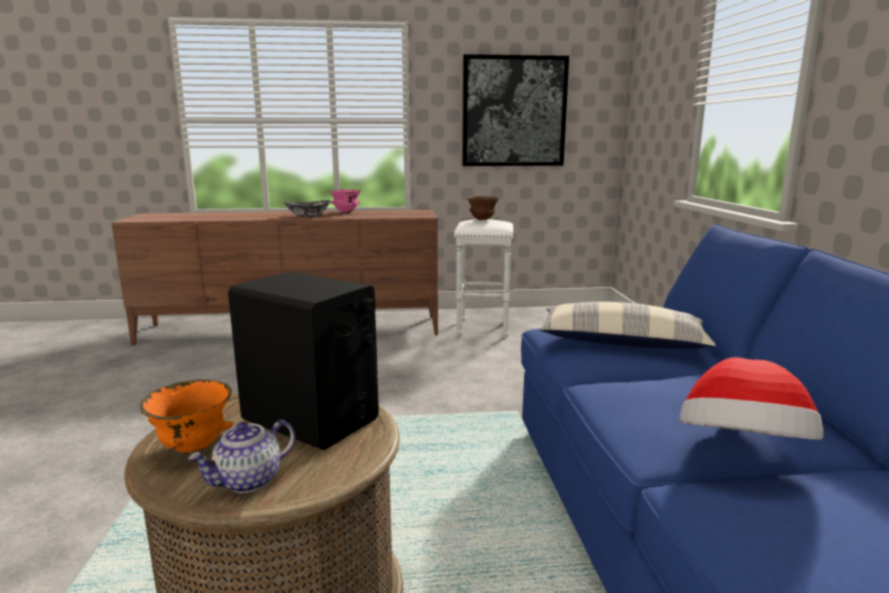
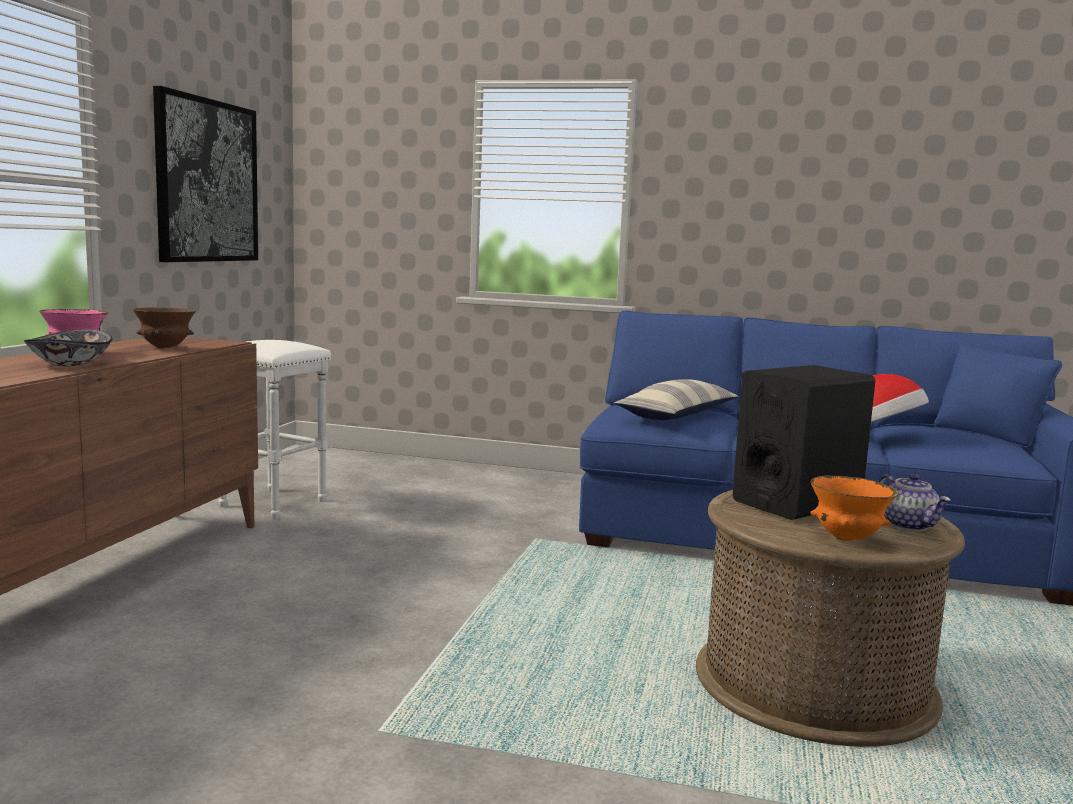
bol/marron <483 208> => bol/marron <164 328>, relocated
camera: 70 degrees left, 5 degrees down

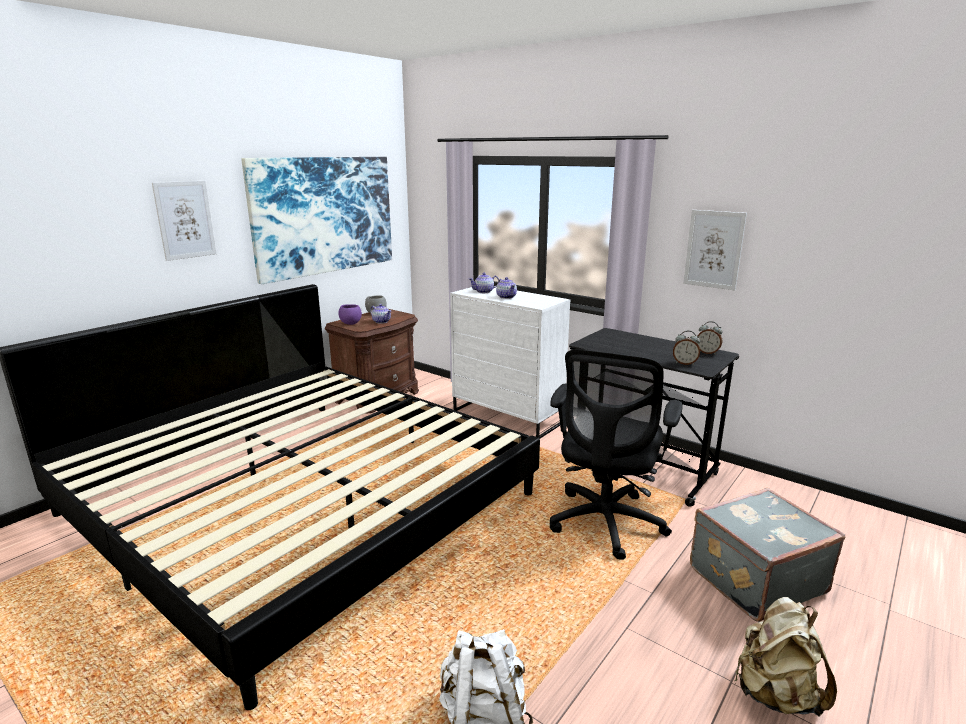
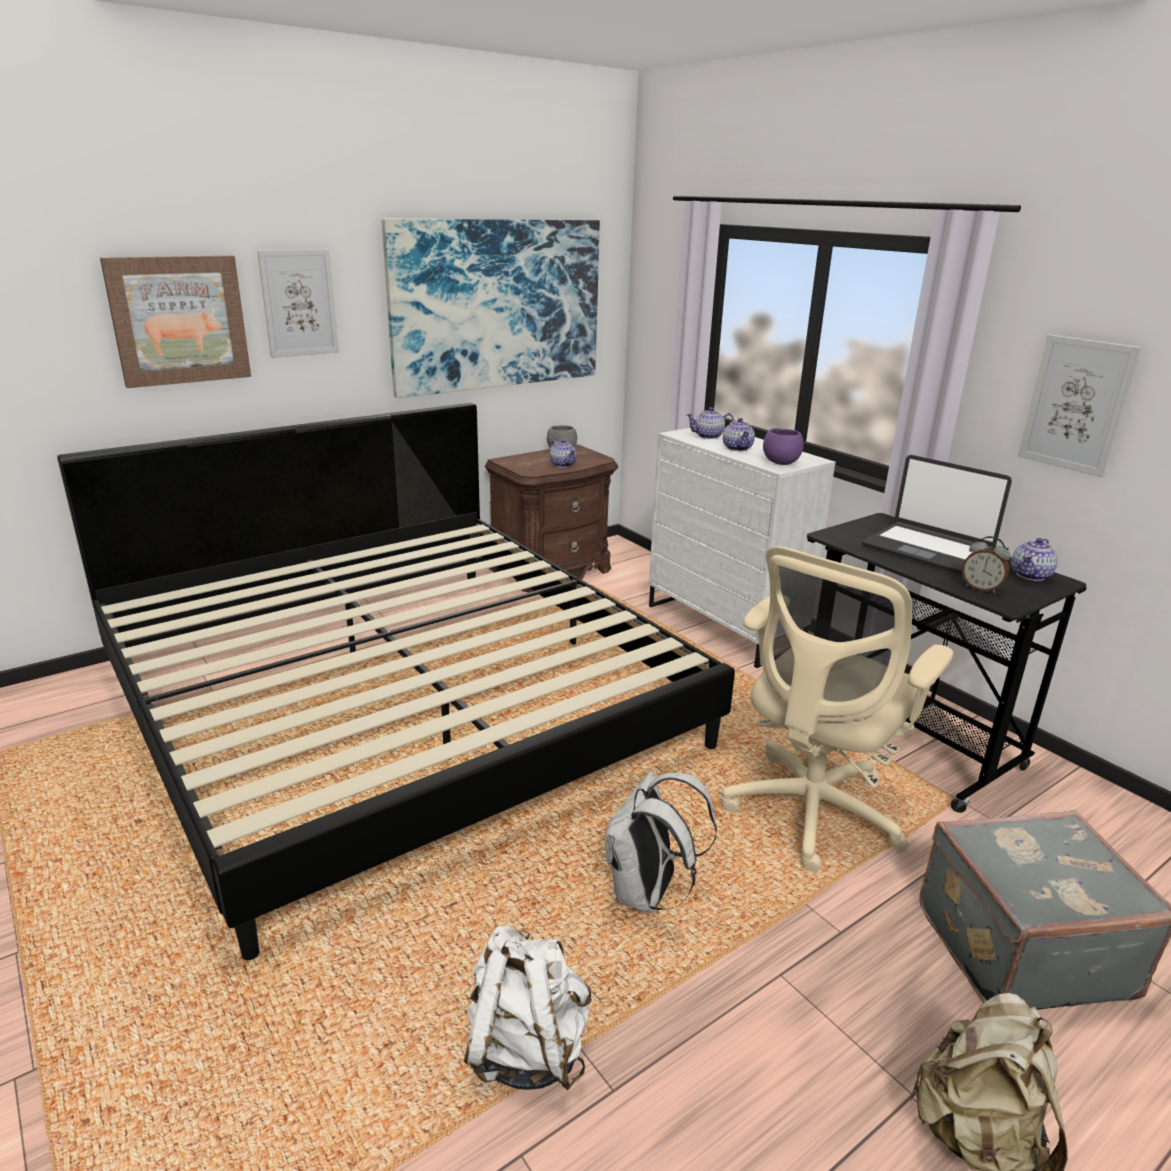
bol/violet <350 314> => bol/violet <783 446>, relocated
réveil <709 338> => théière <1034 559>
chaise de bureau/noir <616 454> => chaise de bureau/beige <837 709>
nothing => tableau <175 322>
nothing => ordinateur portable <937 514>
nothing => sac à dos/blanc <661 842>
camera: 15 degrees right, 5 degrees up

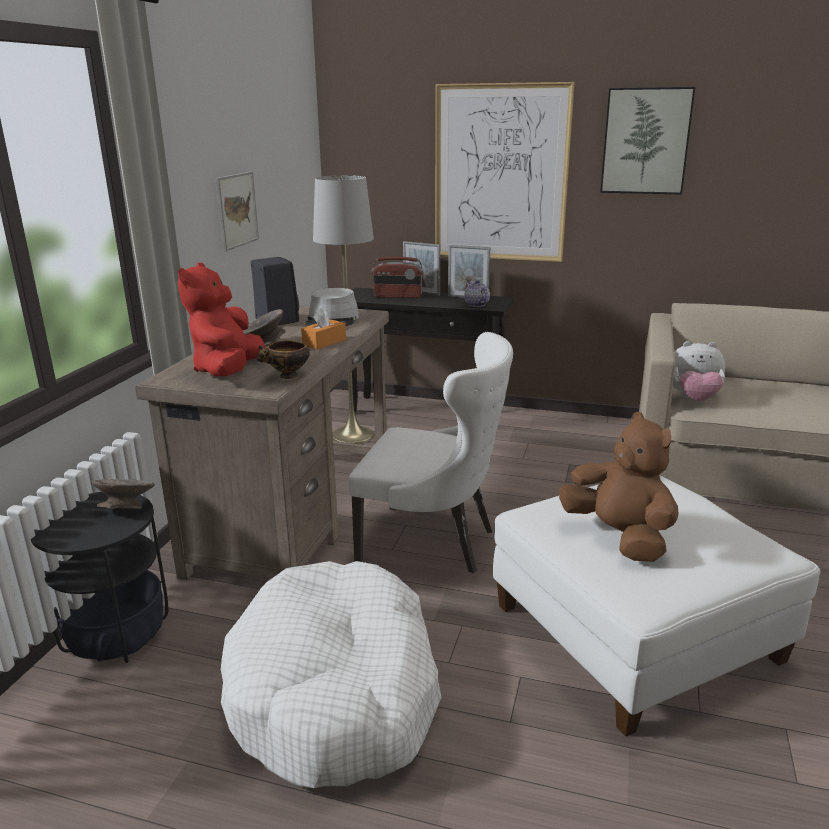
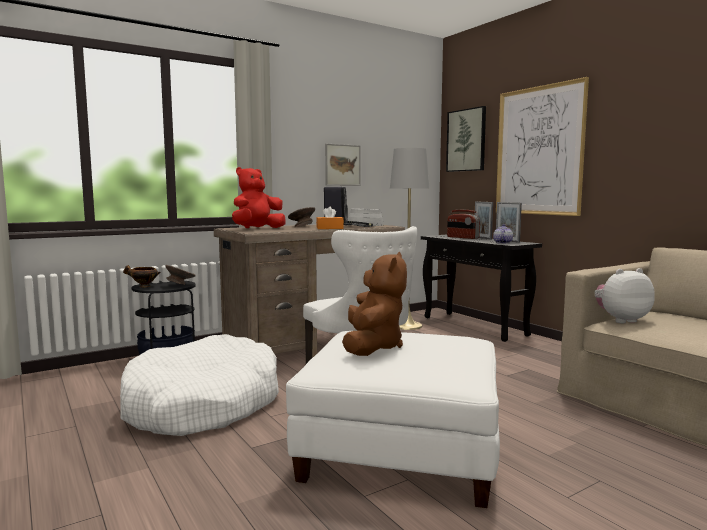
tableau <647 141> => tableau <466 139>, relocated
bol <283 360> => bol <141 276>, relocated
peluche <699 371> => peluche <625 295>, 120 degrees clockwise
camera: 40 degrees right, 15 degrees down

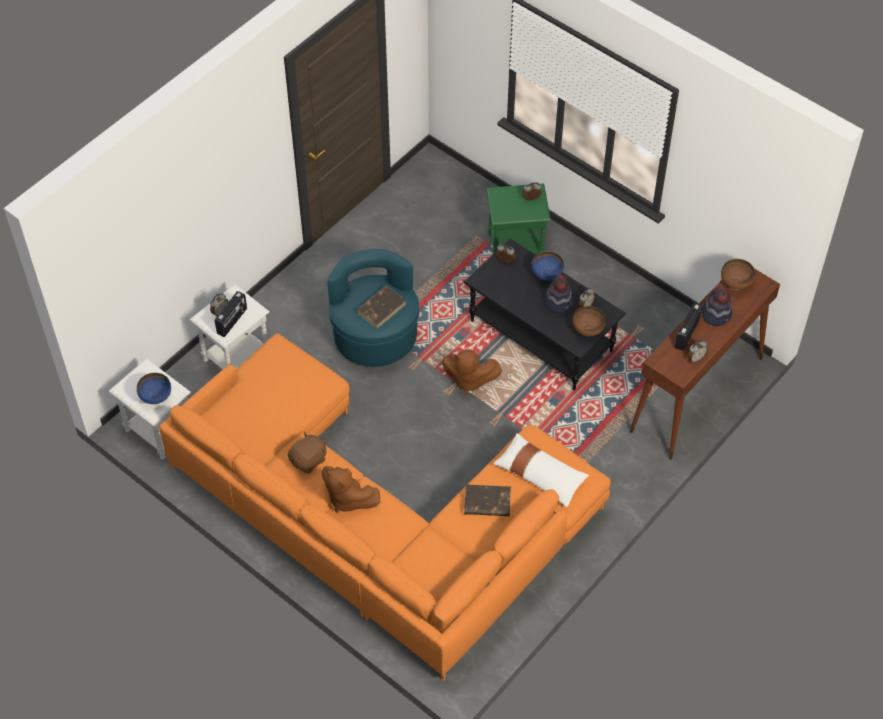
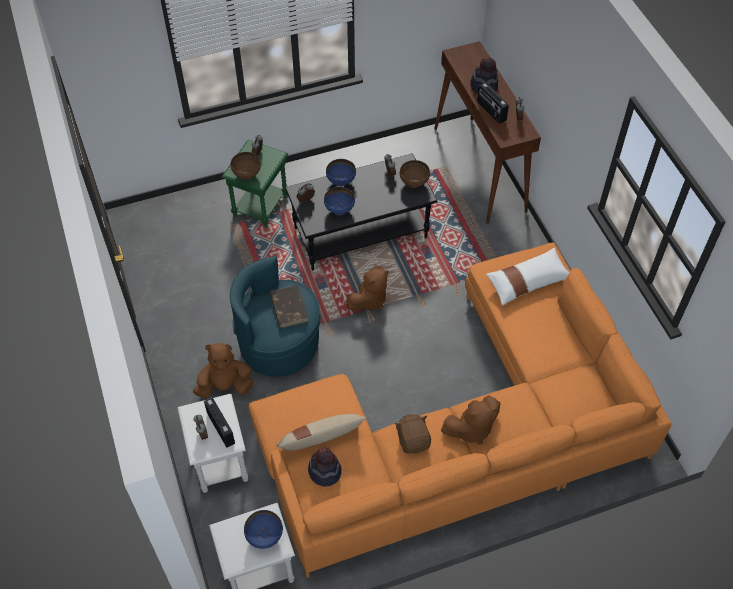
bol/marron <738 274> => bol/marron <246 166>, relocated
chapeau <558 294> => chapeau <324 467>, relocated
livre/marron <487 500> => nothing
nothing => bol/bleu <339 201>
nothing => peluche/marron <223 370>
nothing => coussin/beige <321 432>
camera: 60 degrees left, 0 degrees up

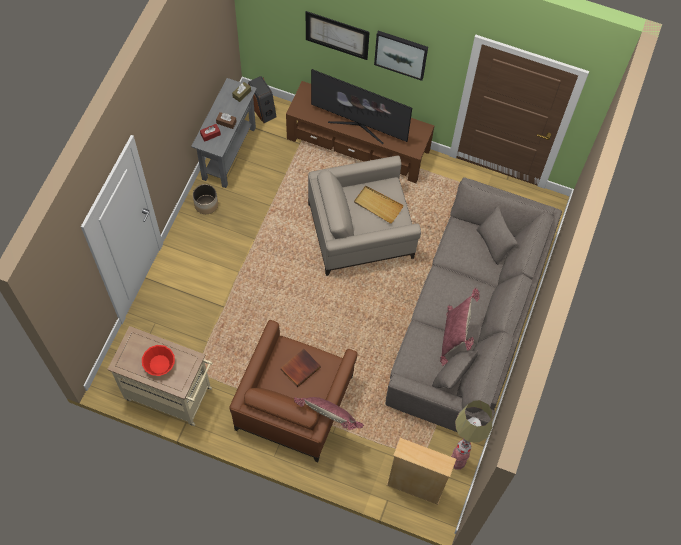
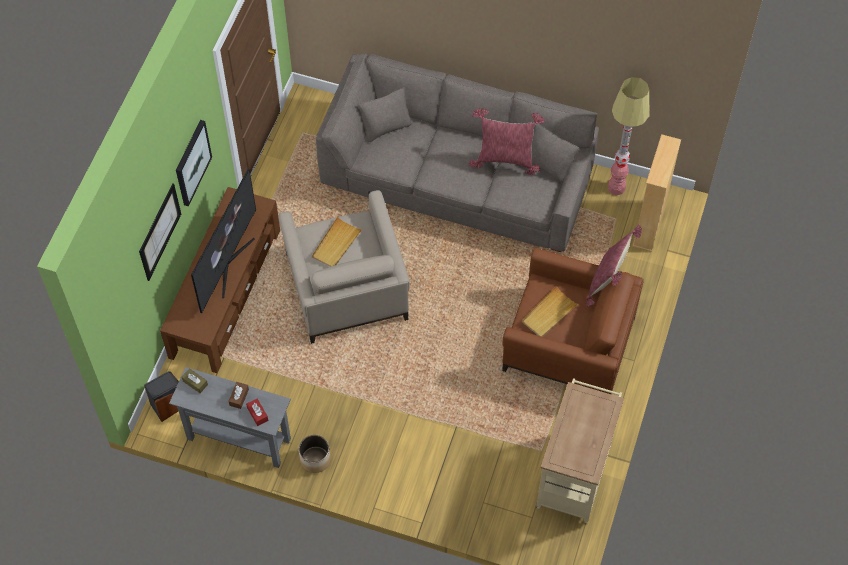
bol/rouge <158 360> => nothing
livre <301 368> => plateau/beige <550 311>
camera: 90 degrees left, 5 degrees down

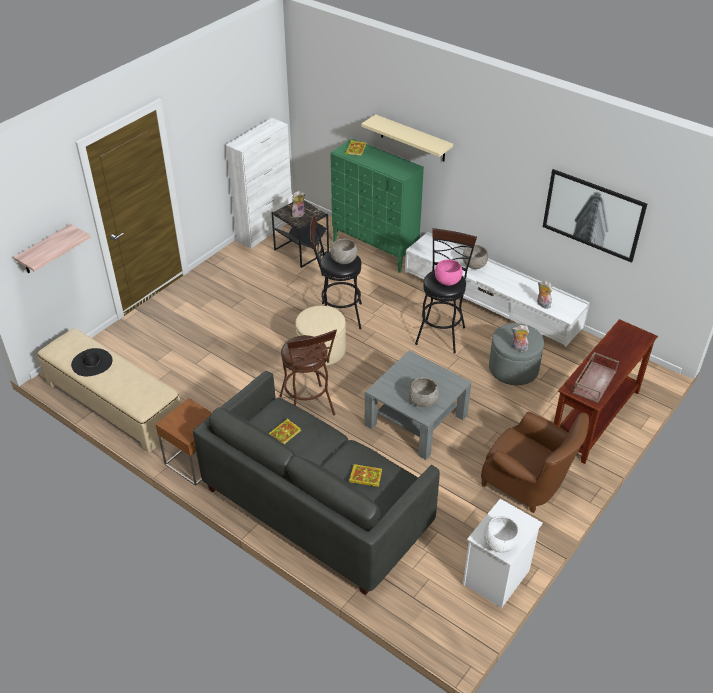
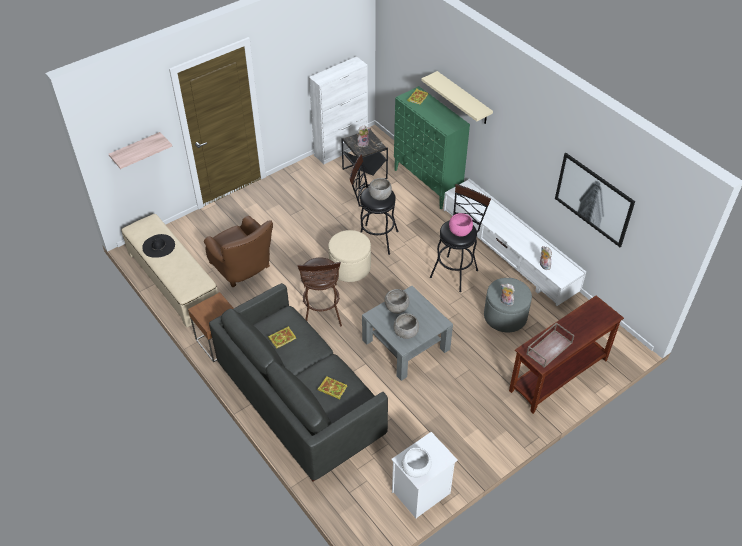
bol/gris <475 257> => bol/gris <396 301>, relocated
fauteuil/marron <535 462> => fauteuil/marron <238 251>, relocated
camera: 15 degrees right, 5 degrees up

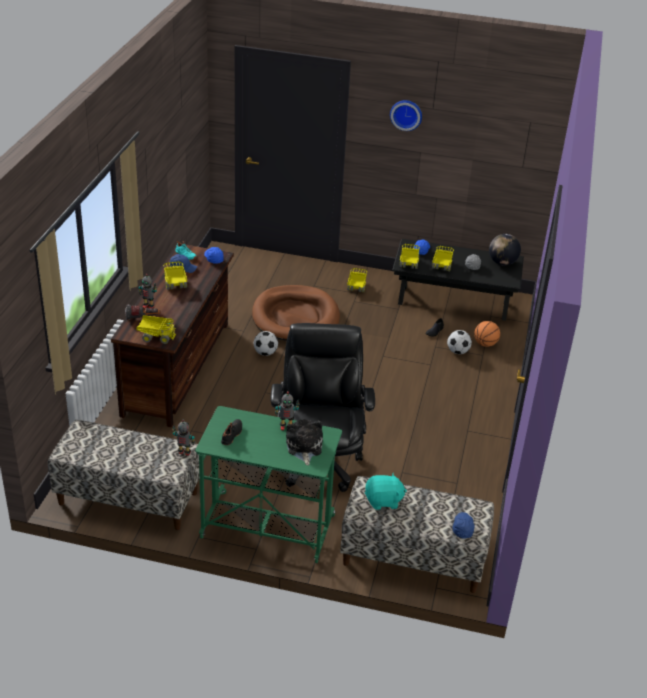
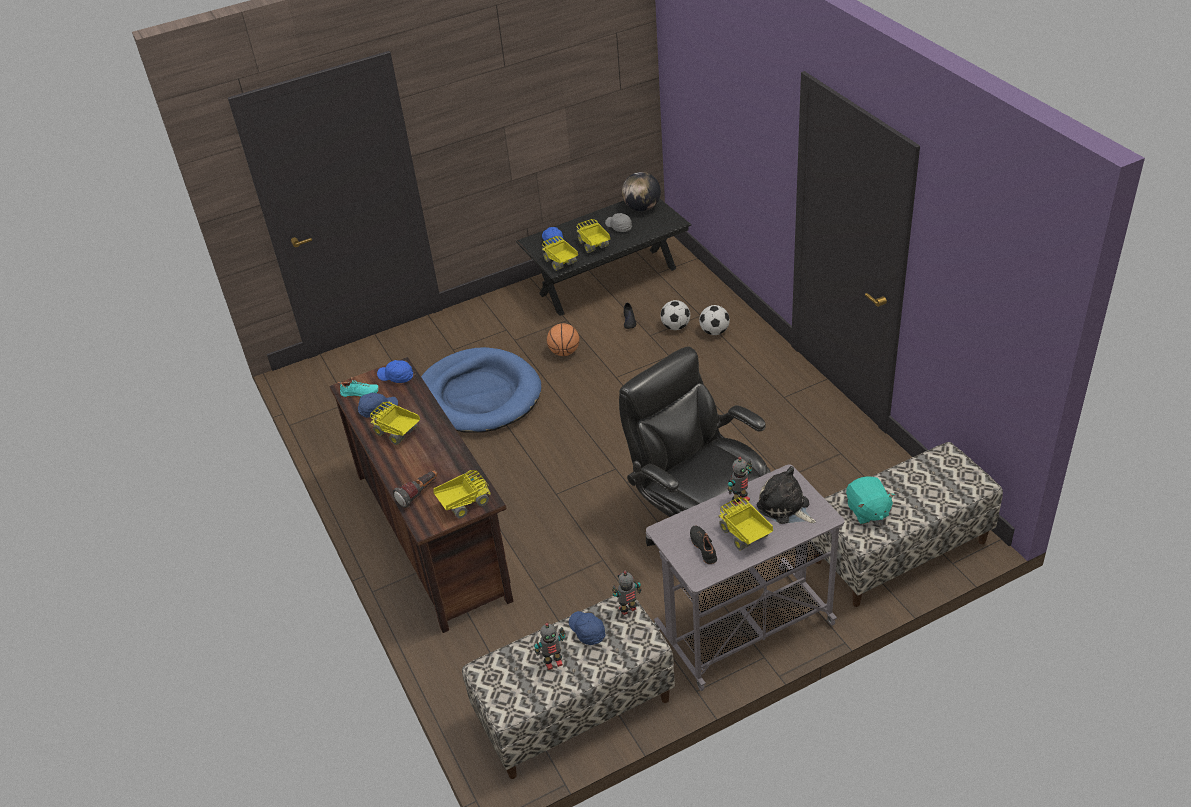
horloge murale <406 115> => nothing
camion jouet <357 280> => camion jouet <746 524>, relocated
robot jouet <147 291> => robot jouet <549 646>, relocated
panier pour chien/marron <296 313> => panier pour chien/bleu <481 390>
ballon de basket <487 334> => ballon de basket <563 339>, relocated
ballon de foot <266 343> => ballon de foot <714 320>, relocated
bureau/vert <268 484> => bureau/gris <745 577>
peluche/turquoise <386 491> => peluche/turquoise <870 500>, 120 degrees clockwise
casquette/bleu <463 525> => casquette/bleu <587 628>, relocated
camera: 35 degrees left, 5 degrees up

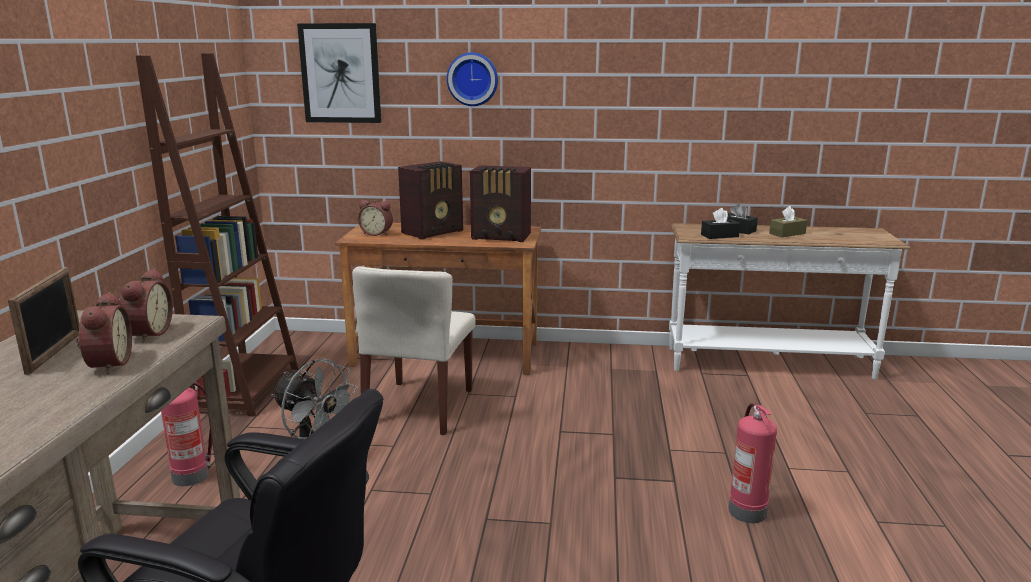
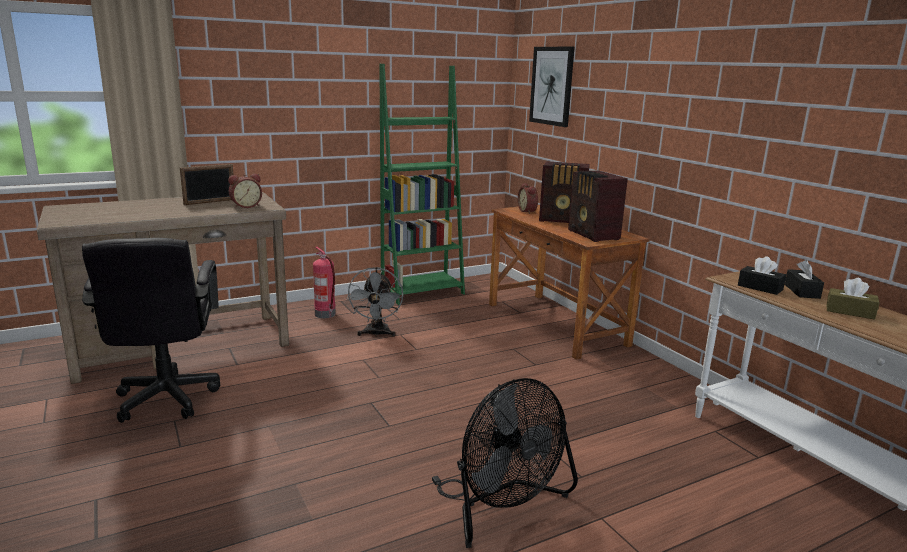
horloge murale <472 79> => nothing
bibliothèque/marron <217 235> => bibliothèque/vert <422 184>
chaise/beige <414 350> => nothing
réveil <104 333> => nothing
extincteur <753 463> => ventilateur/noir <505 463>
camera: 55 degrees right, 0 degrees up

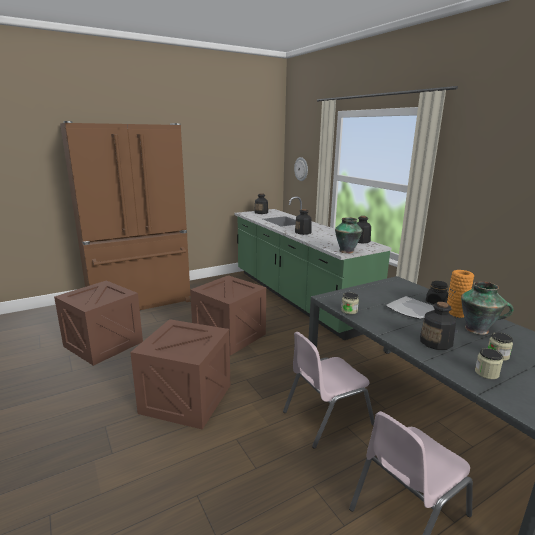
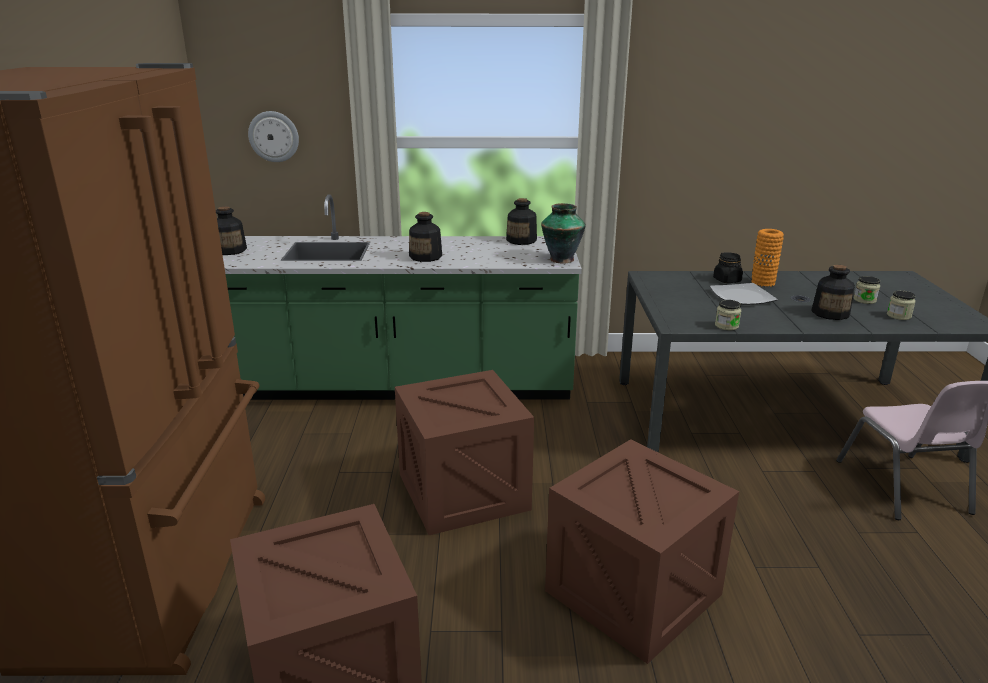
vase <487 308> => nothing
chaise/rose <329 390> => nothing
camera: 60 degrees left, 5 degrees up

